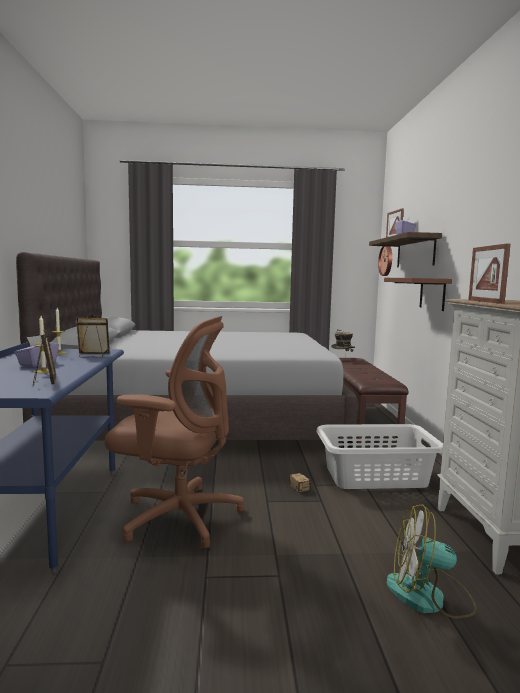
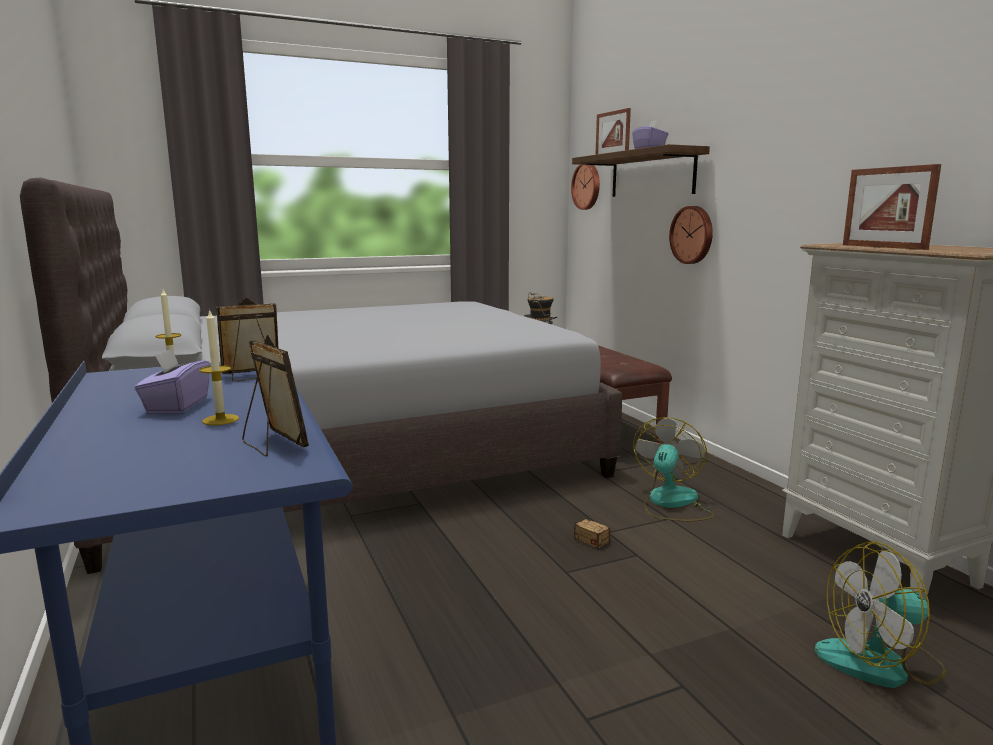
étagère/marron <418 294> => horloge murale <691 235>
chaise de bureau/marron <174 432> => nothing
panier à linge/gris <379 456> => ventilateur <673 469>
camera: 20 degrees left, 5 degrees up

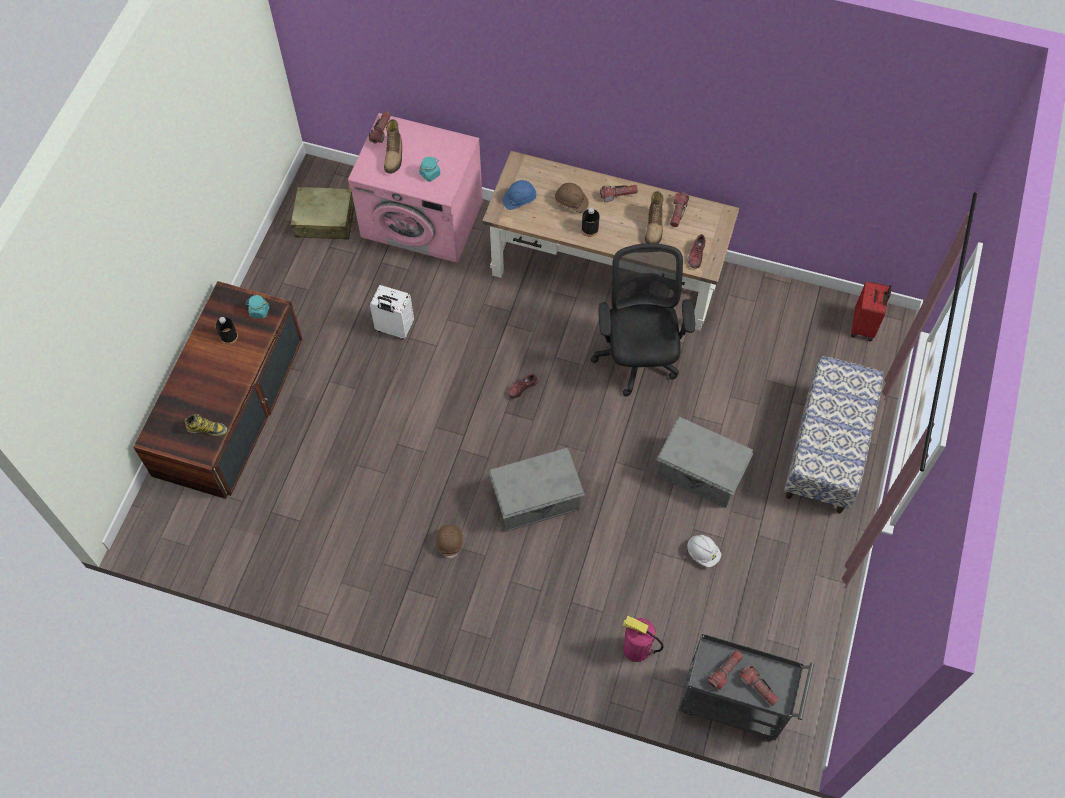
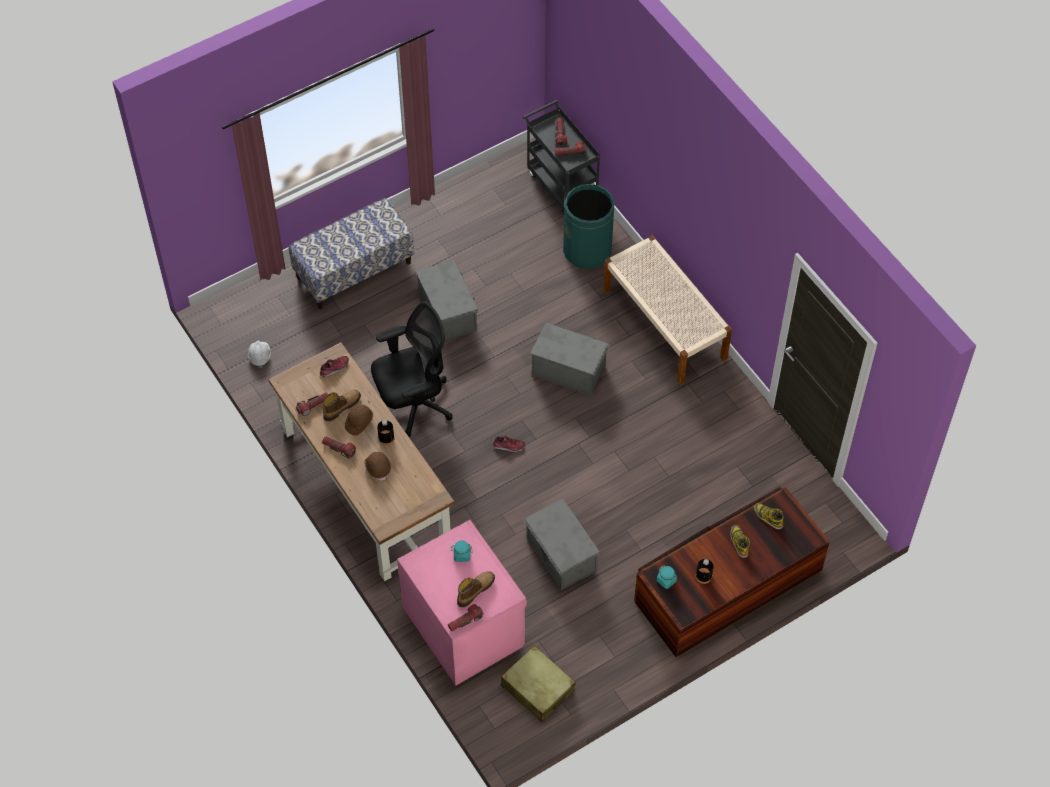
casque de chantier/bleu <520 195> => nothing
chaise de bureau/noir <642 320> => chaise de bureau/noir <412 369>, 150 degrees counterclockwise
valise/rouge <871 311> => nothing
valise/blanc <392 312> => boîte de rangement/gris <561 544>
casque de chantier/marron <449 542> => casque de chantier/marron <359 420>, relocated
casque de chantier/blanc <704 551> => casque de chantier/blanc <259 354>, relocated
extincteur <643 639> => poubelle/vert <588 226>
nothing => banc/beige <667 310>
nothing => botte <740 541>
camera: 140 degrees left, 5 degrees down

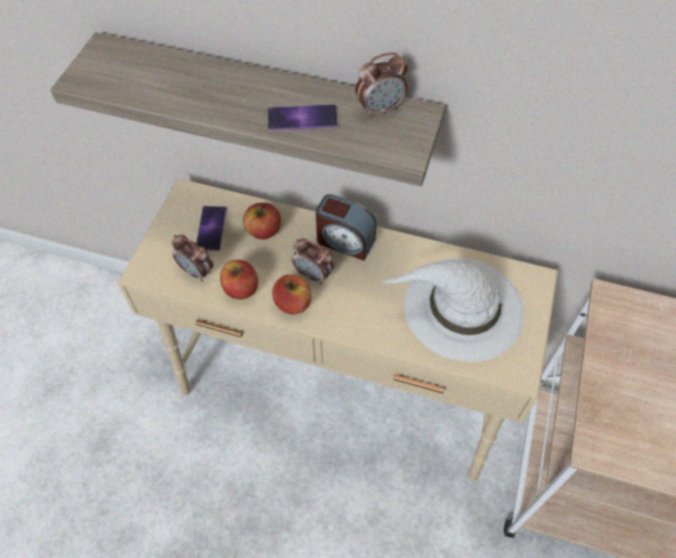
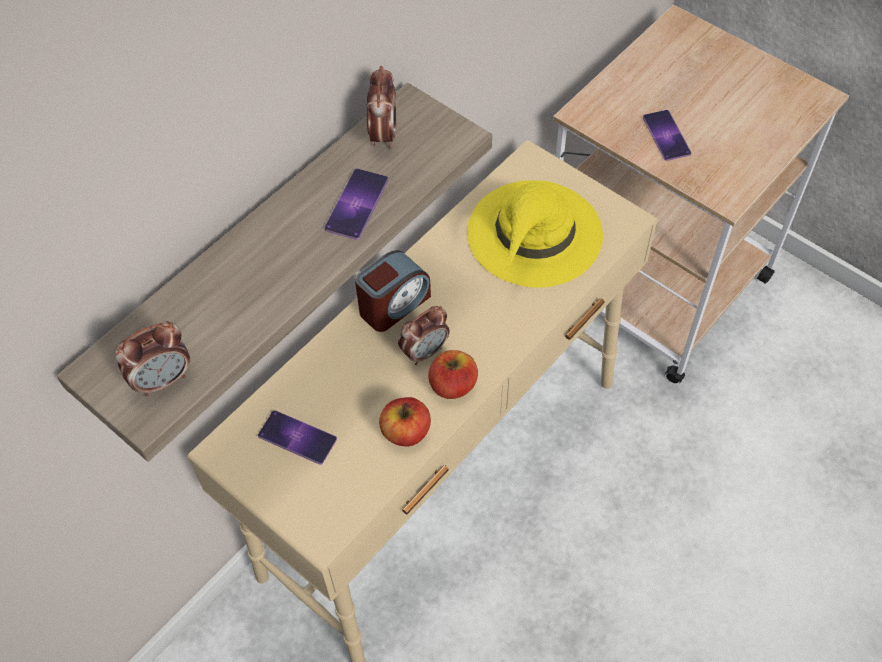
pomme <262 221> => nothing
réveil <192 258> => réveil <152 359>, relocated
chapeau/blanc <452 310> => chapeau/jaune <535 234>
nothing => téléphone <667 135>
camera: 65 degrees left, 0 degrees up

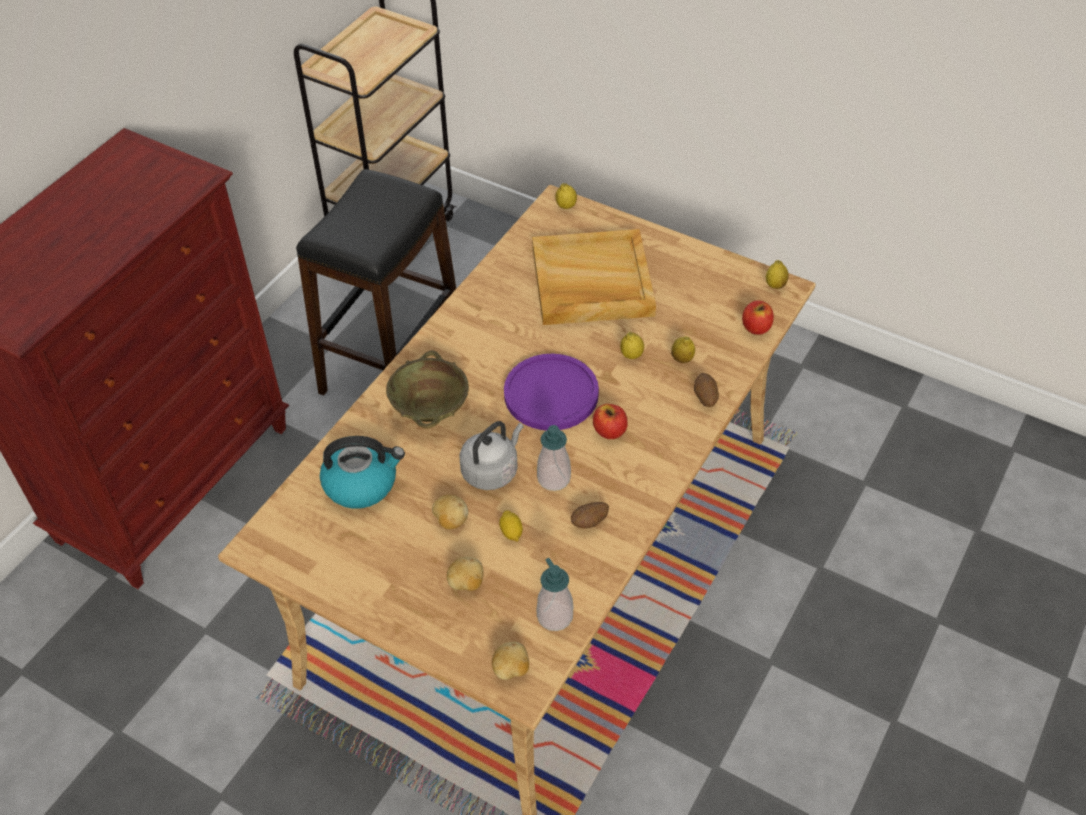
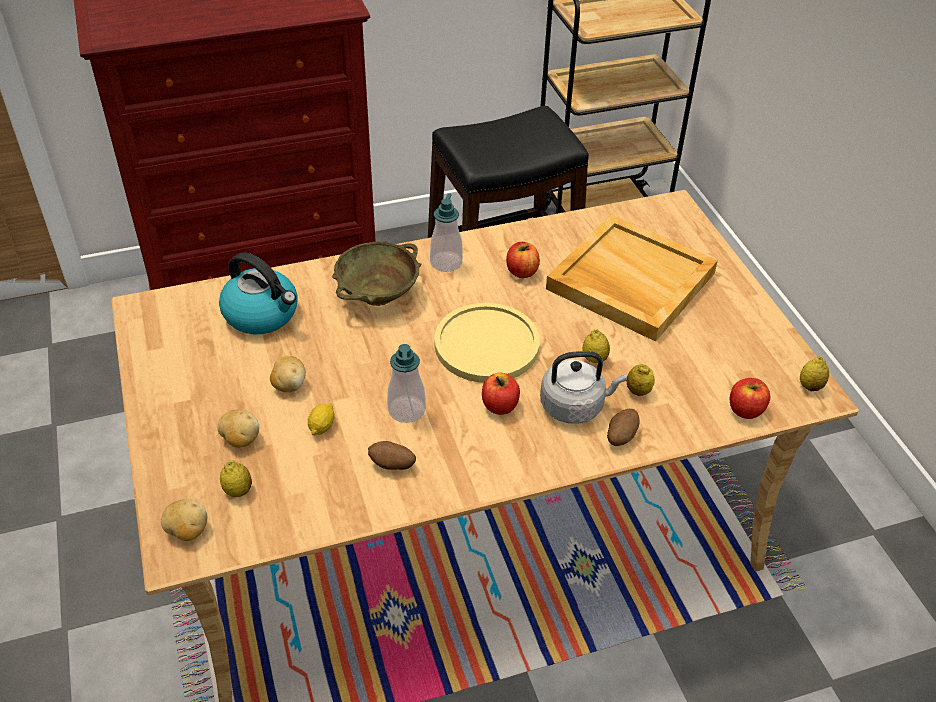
citron <566 196> => citron <236 478>, relocated
assiette/violet <551 392> => assiette/jaune <487 343>
bouilloire/gris <491 455> => bouilloire/gris <583 387>, relocated
distributeur de savon <555 594> => distributeur de savon <446 232>, relocated
nothing => pomme <523 260>
camera: 40 degrees right, 5 degrees down

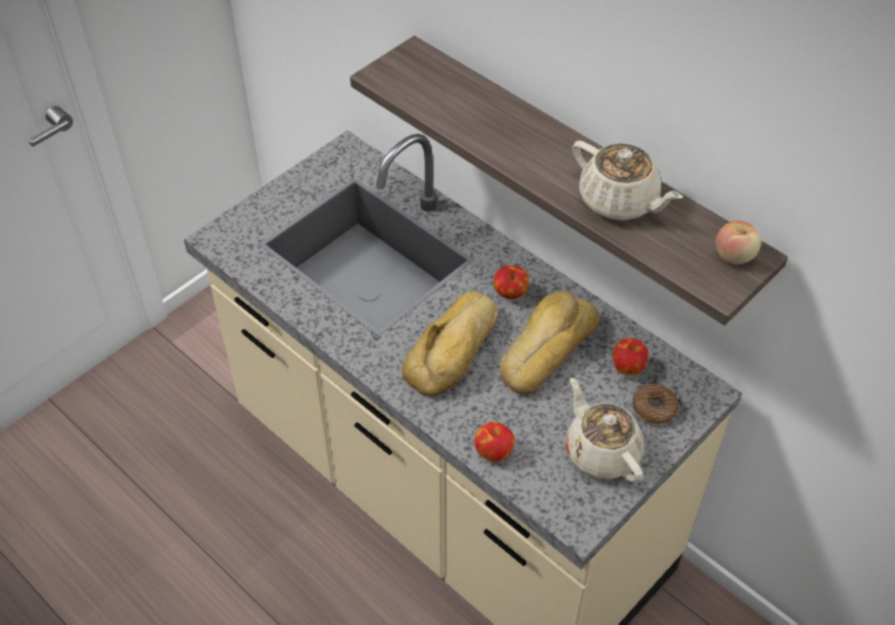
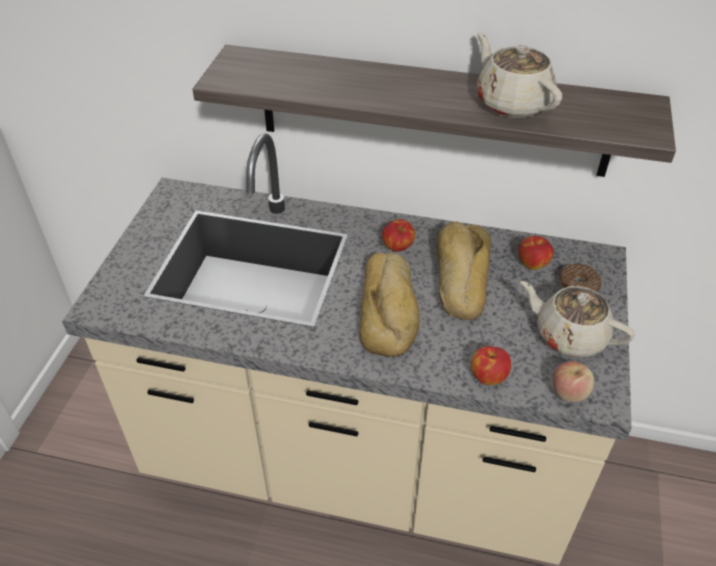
théière/beige <627 180> => théière/beige <519 75>, 135 degrees counterclockwise
pomme <738 242> => pomme <573 381>, relocated
camera: 30 degrees left, 5 degrees down

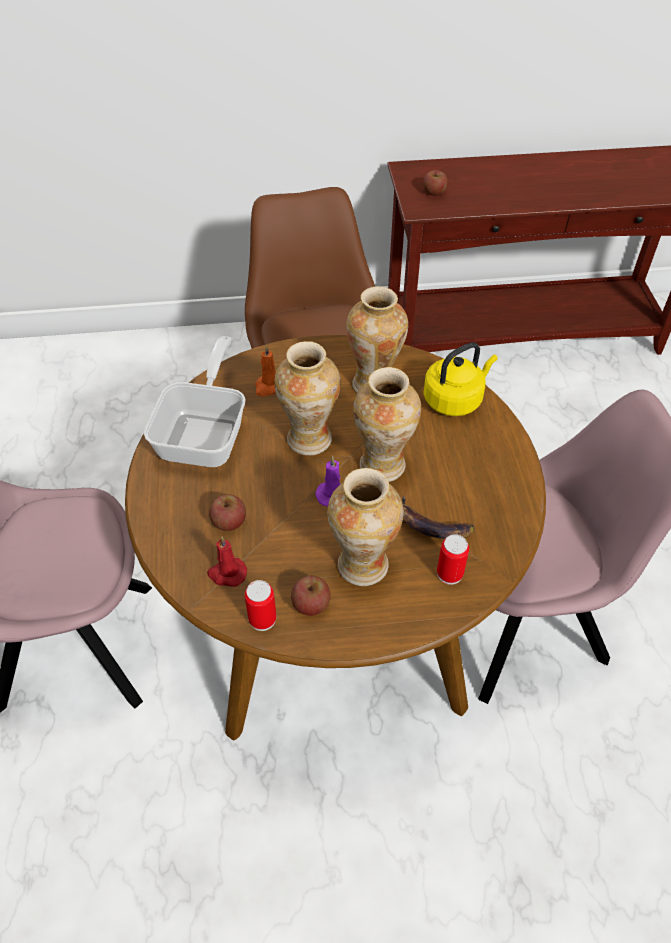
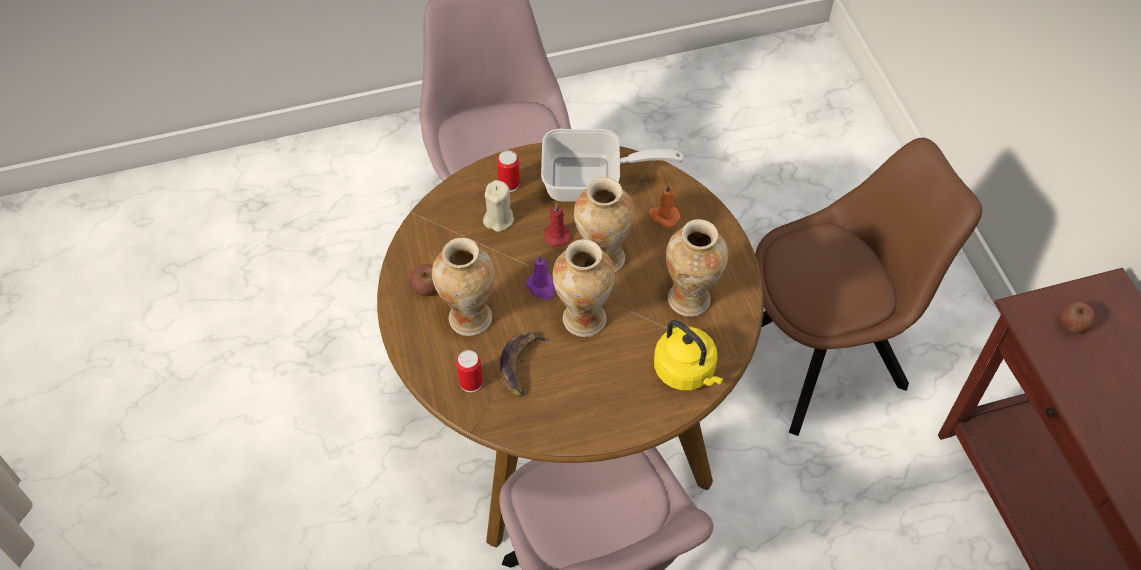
pomme <227 512> => bougie/beige <498 206>
bougie/rouge <227 561> => bougie/rouge <557 224>, relocated
boîte métallique <260 605> => boîte métallique <508 171>, relocated
camera: 80 degrees right, 5 degrees up

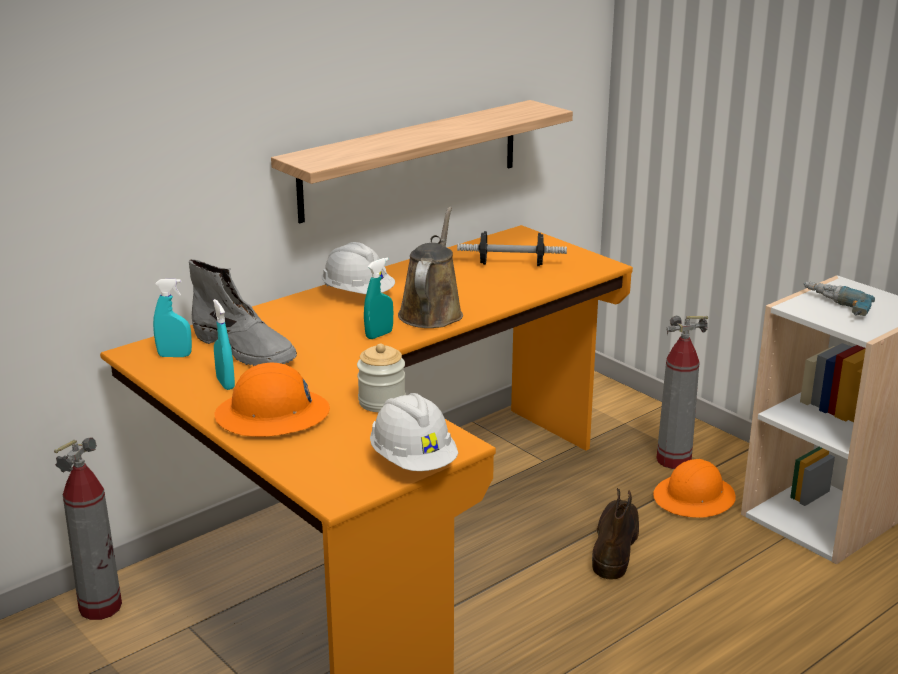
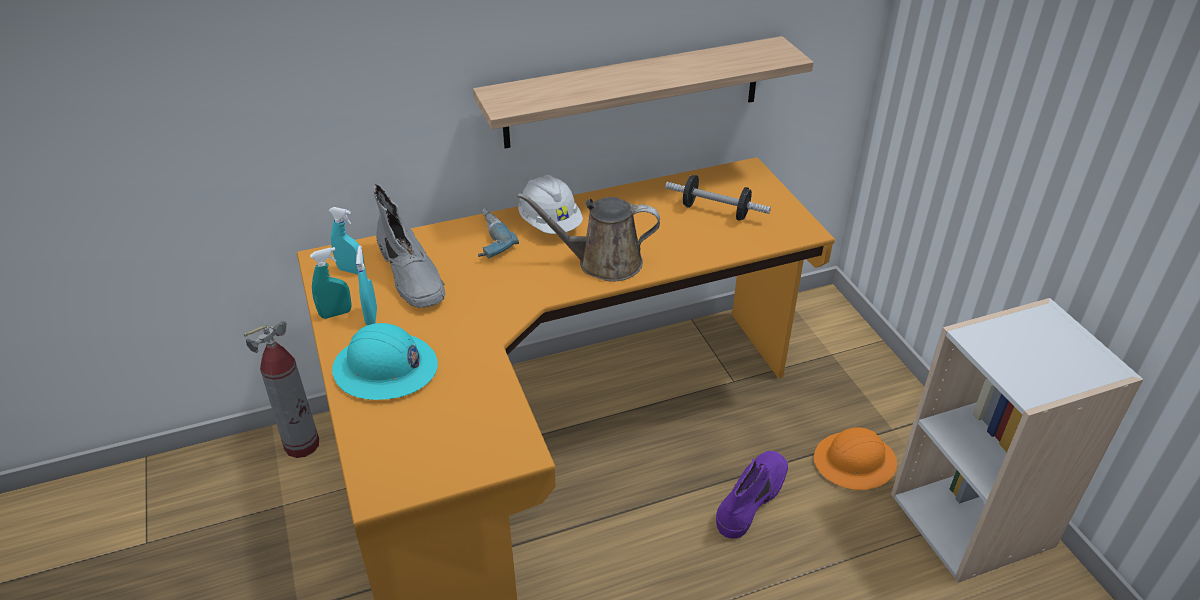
arrosoir/marron <430 267> => arrosoir/marron <588 237>, 120 degrees counterclockwise
vaporisateur/turquoise <378 298> => vaporisateur/turquoise <331 283>, relocated
perceuse <839 299> => perceuse <498 233>, relocated
extincteur <682 392> => nothing
bocal <381 378> => nothing
casque de chantier/orange <272 400> => casque de chantier/turquoise <385 361>
casque de chantier/blanc <414 432> => nothing
botte/marron <615 534> => botte/violet <752 495>
camera: 20 degrees right, 15 degrees up

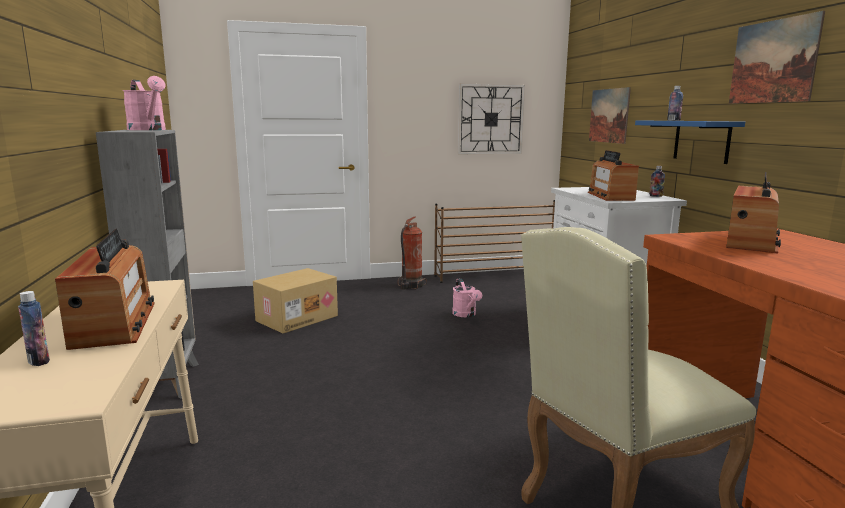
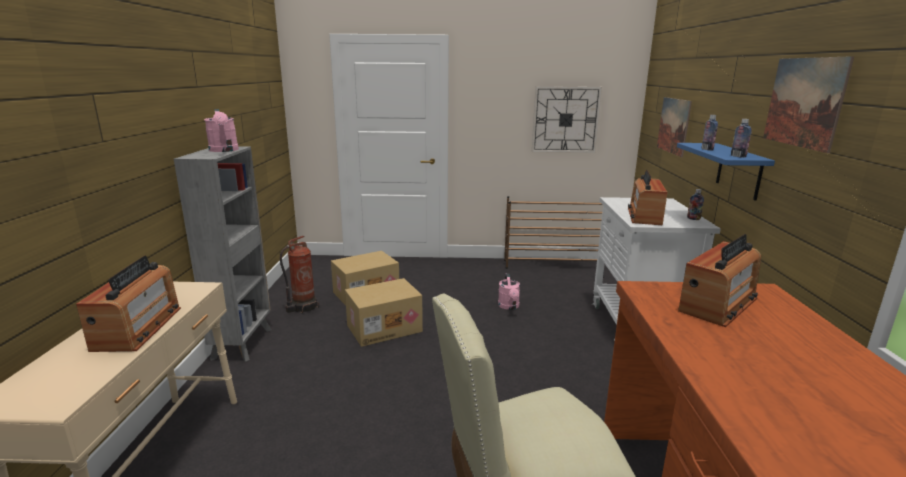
extincteur <412 253> => extincteur <299 274>, relocated
bouteille <34 328> => bouteille <741 138>, relocated
nothing => carton <384 312>
camera: 15 degrees right, 5 degrees up

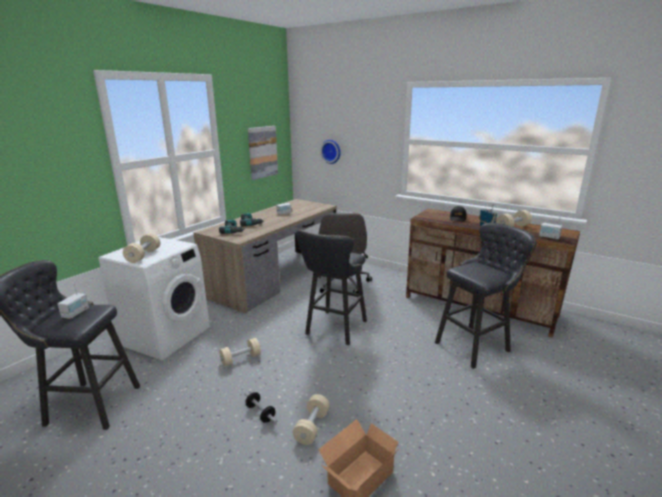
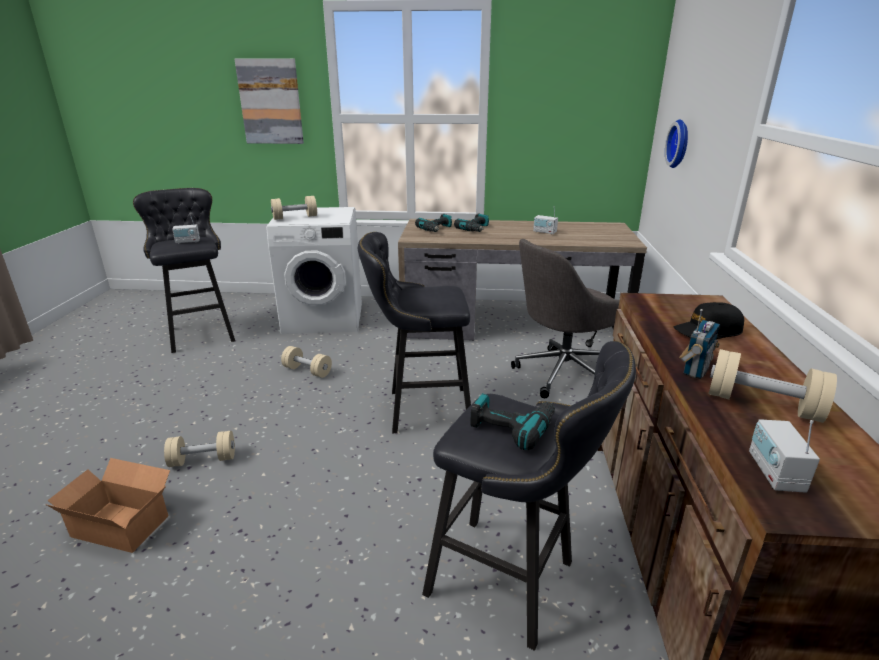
tableau <263 153> => tableau <269 101>, relocated
haltère <261 408> => nothing
nothing => perceuse <513 421>
camera: 60 degrees right, 5 degrees up

